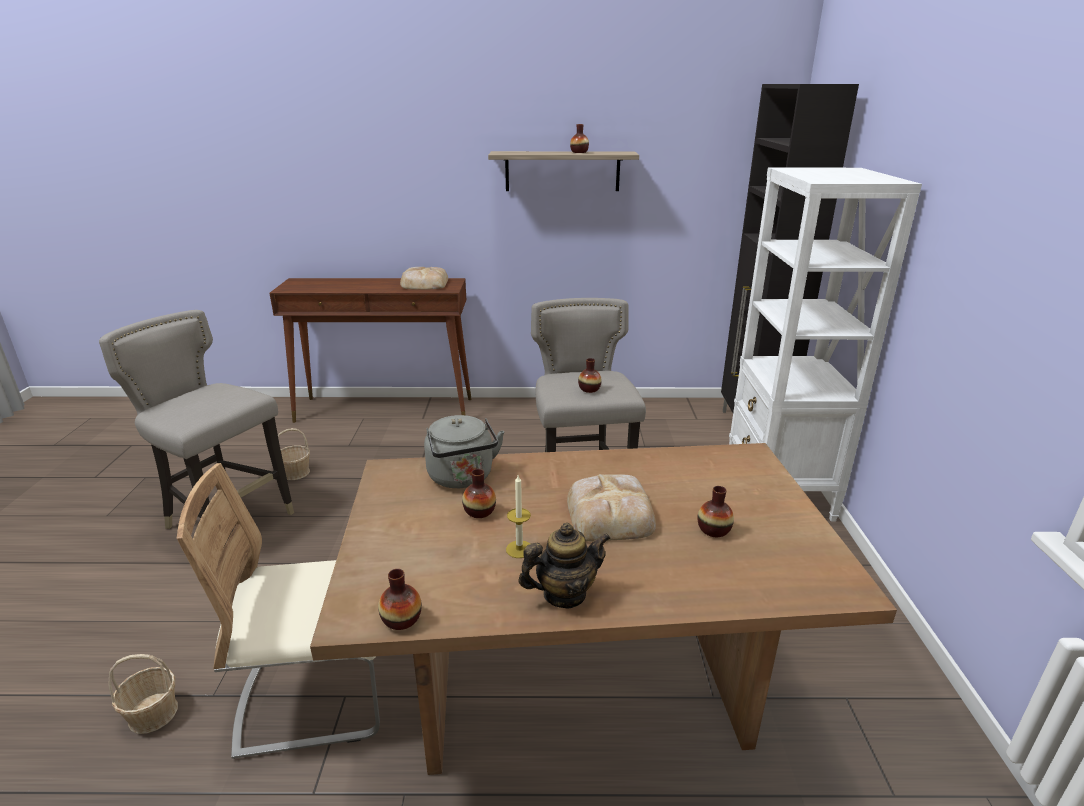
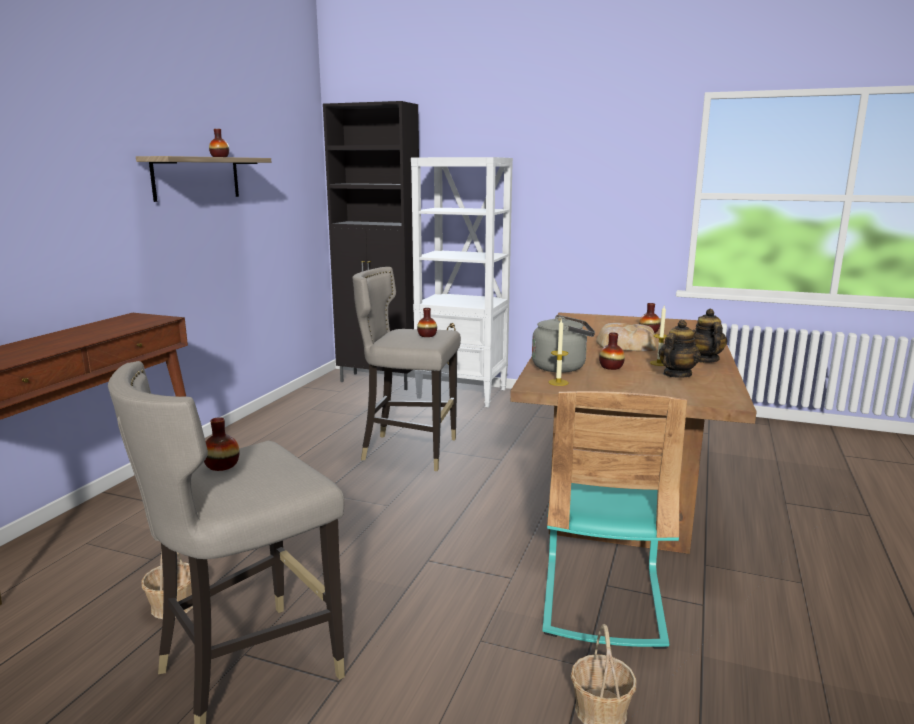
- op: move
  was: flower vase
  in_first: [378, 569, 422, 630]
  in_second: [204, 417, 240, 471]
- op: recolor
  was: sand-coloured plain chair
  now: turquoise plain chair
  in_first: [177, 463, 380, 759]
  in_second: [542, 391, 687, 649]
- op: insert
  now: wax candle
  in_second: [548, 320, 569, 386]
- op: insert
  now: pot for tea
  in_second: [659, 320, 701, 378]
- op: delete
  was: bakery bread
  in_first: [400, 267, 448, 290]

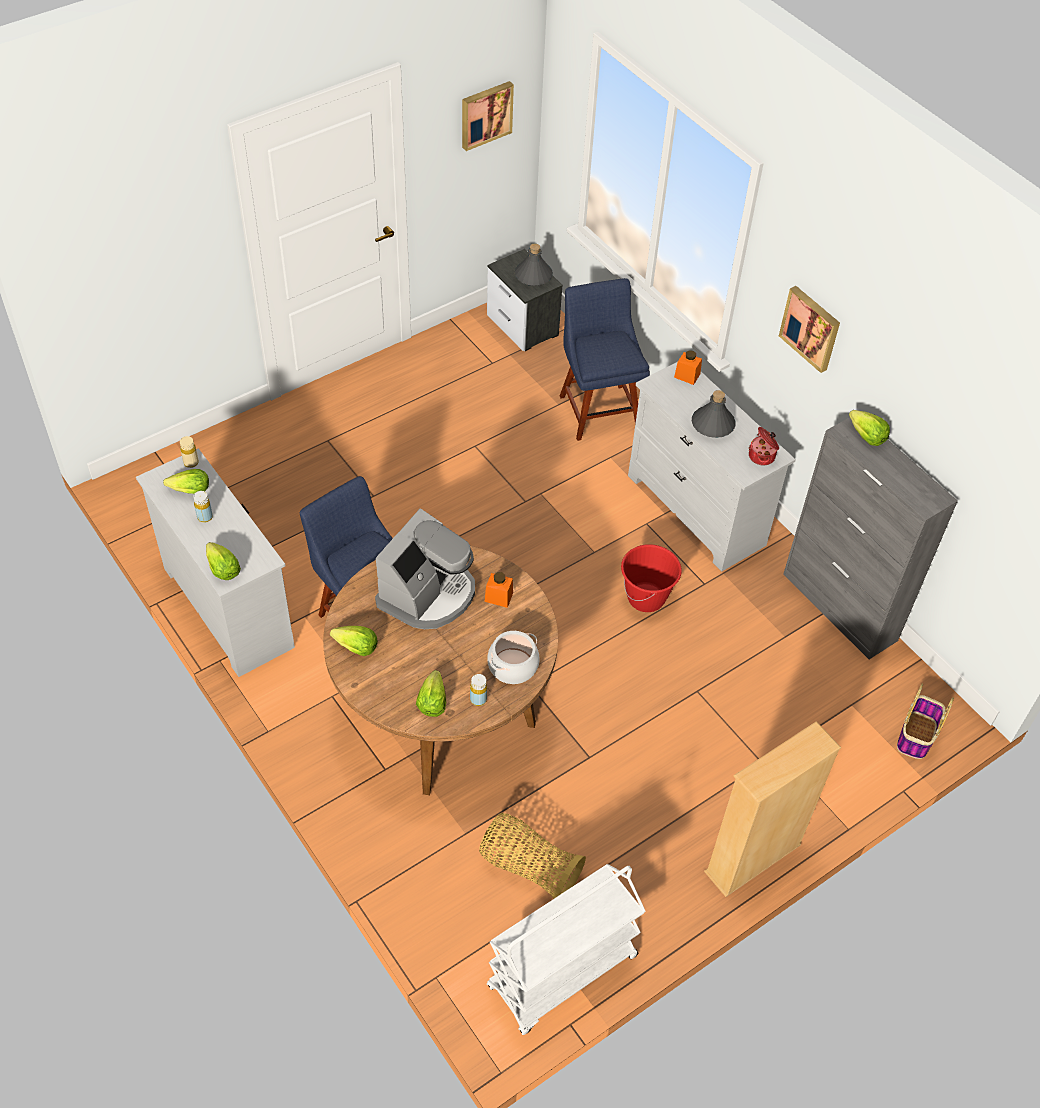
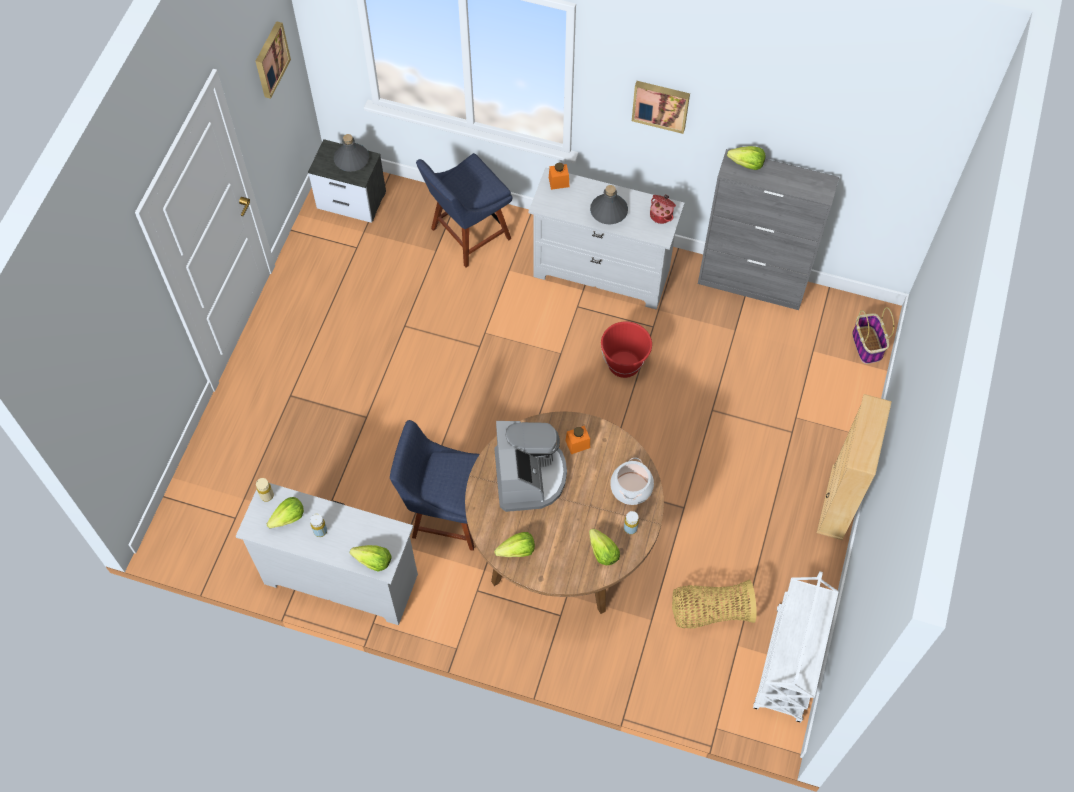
- op: rotate
  was: bluish plain chair
  in_first: [560, 278, 650, 441]
  in_second: [416, 153, 512, 267]
  clockwise: -75

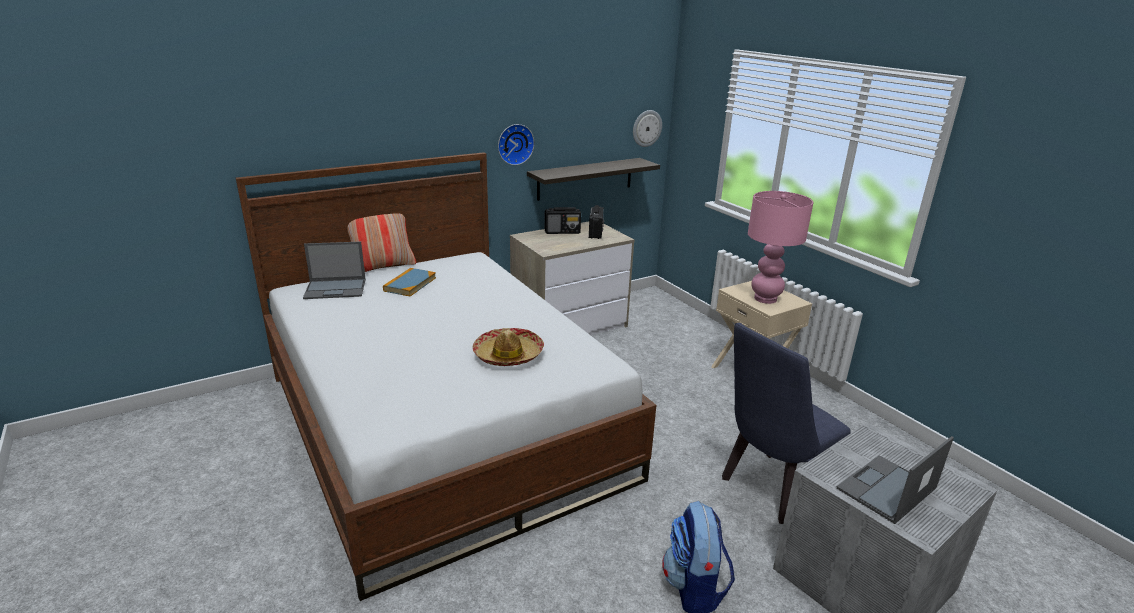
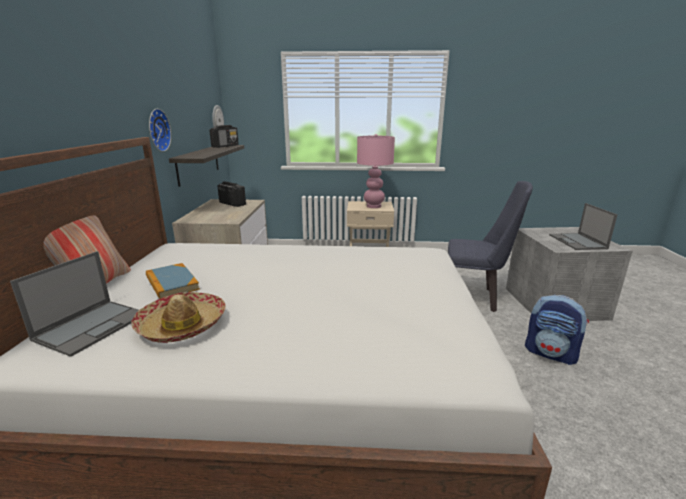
- op: move
  was: wearable hat
  in_first: [473, 328, 544, 366]
  in_second: [131, 292, 226, 343]
- op: move
  was: radio receiver
  in_first: [545, 207, 581, 234]
  in_second: [209, 125, 239, 148]
- op: rotate
  was: bluish plain chair
  in_first: [722, 323, 851, 524]
  in_second: [448, 181, 533, 312]
  clockwise: -75

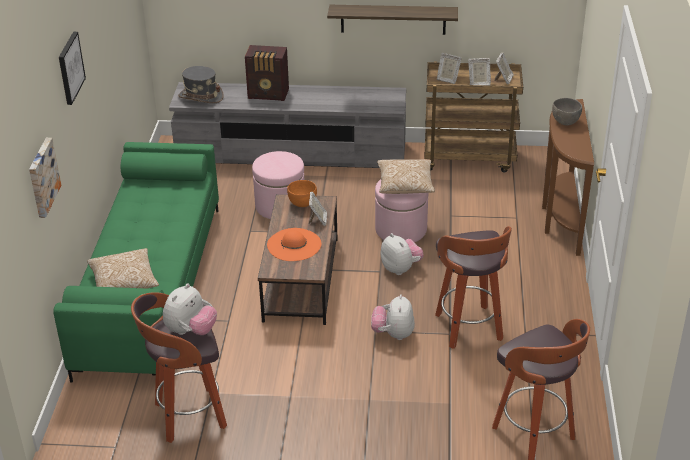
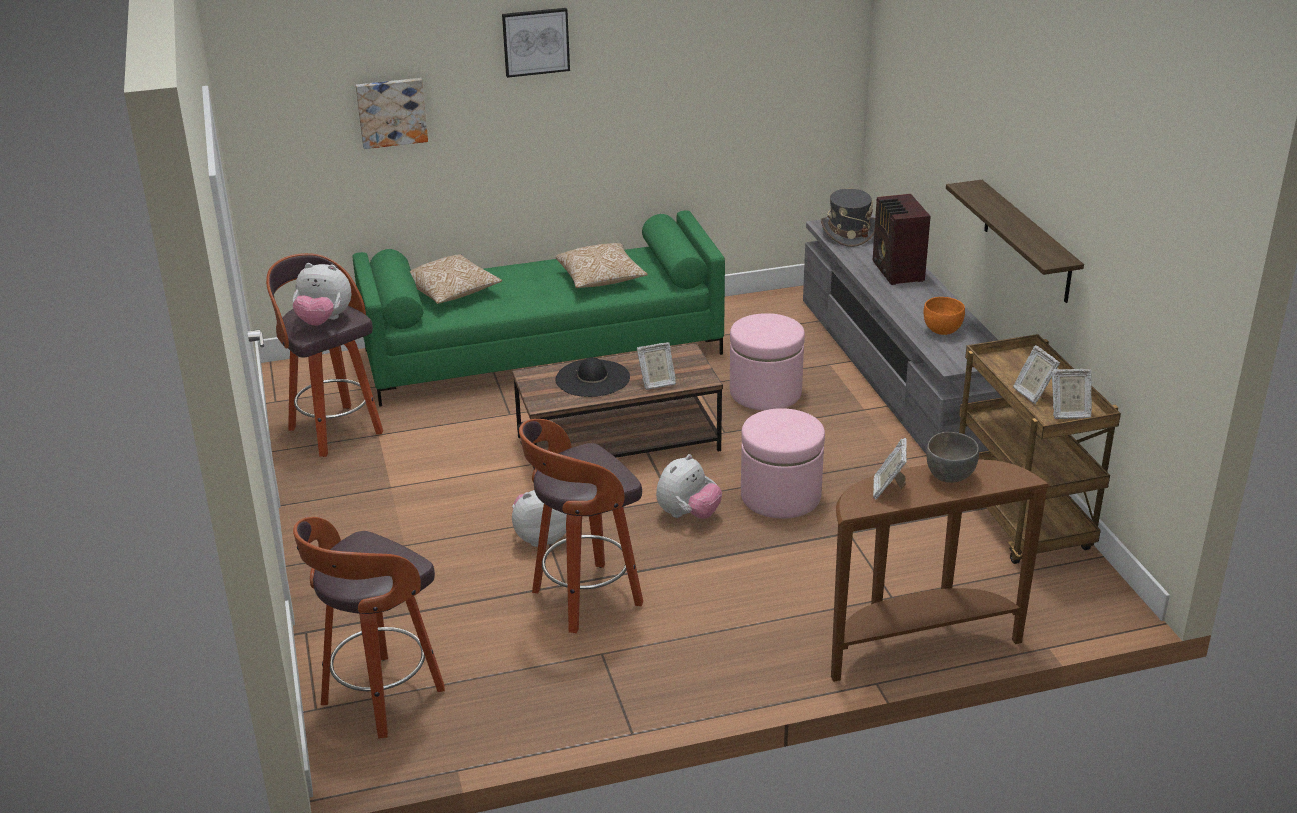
- op: move
  was: cushion
  in_first: [377, 159, 435, 194]
  in_second: [555, 243, 648, 288]
- op: recolor
  was: orange-coloured wearable hat
  now: black-coloured wearable hat
  in_first: [267, 228, 321, 261]
  in_second: [555, 357, 630, 397]
- op: move
  was: picture frame
  in_first: [437, 53, 462, 84]
  in_second: [873, 438, 907, 500]
- op: move
  was: orange-coloured serving bowl
  in_first: [287, 180, 317, 207]
  in_second: [923, 297, 965, 335]

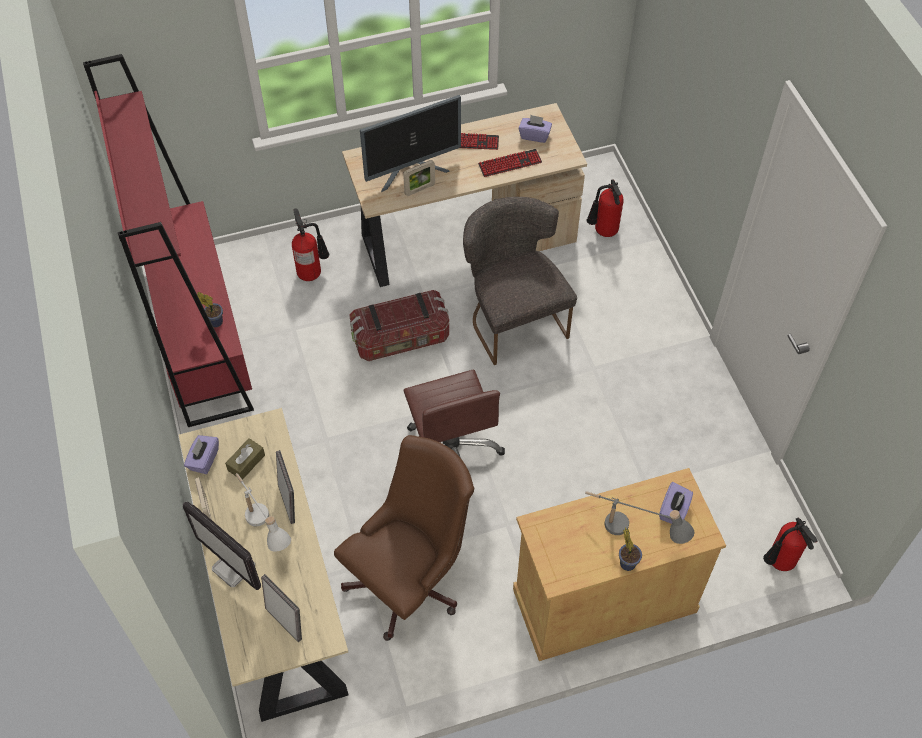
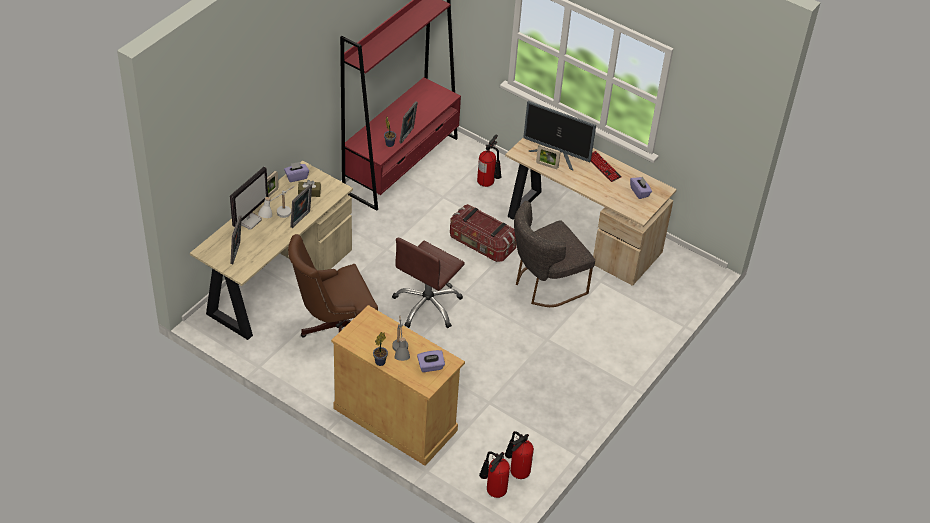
- op: rotate
  was: computer screen
  in_first: [183, 502, 261, 590]
  in_second: [230, 167, 268, 230]
  clockwise: -150
- op: rotate
  was: brown-coloured office chair
  in_first: [334, 435, 474, 641]
  in_second: [288, 234, 378, 338]
  clockwise: 150
- op: insert
  now: picture frame
  in_second: [399, 101, 418, 144]
- op: move
  was: fire extinguisher
  in_first: [587, 179, 624, 237]
  in_second: [505, 431, 534, 479]
- op: rotate
  was: grey plain chair
  in_first: [463, 197, 577, 365]
  in_second: [514, 201, 595, 307]
  clockwise: -150
- op: delete
  was: keyboard
  in_first: [478, 149, 542, 177]

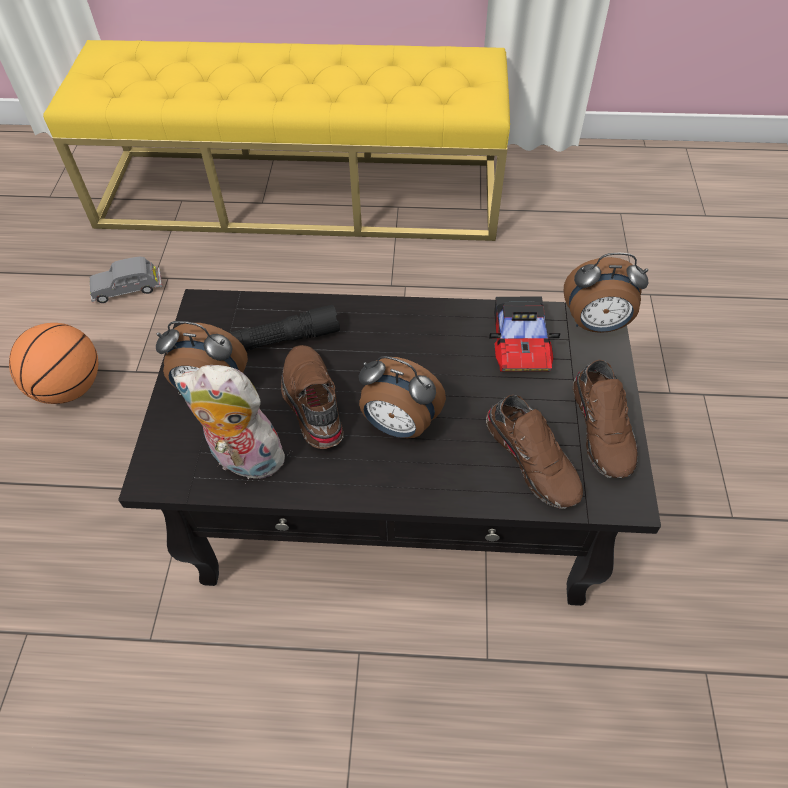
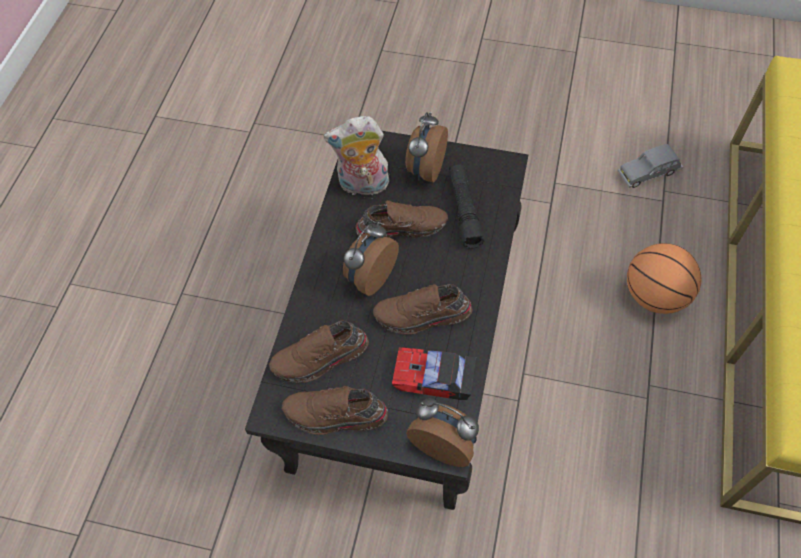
- op: rotate
  was: cuddly toy
  in_first: [173, 365, 293, 479]
  in_second: [324, 116, 391, 195]
  clockwise: -120
- op: insert
  now: brown-coloured item of footwear
  in_second: [373, 284, 473, 335]
- op: rotate
  was: alarm clock
  in_first: [564, 253, 648, 333]
  in_second: [406, 398, 479, 467]
  clockwise: 105
- op: rotate
  was: grey miniature car
  in_first: [90, 257, 162, 303]
  in_second: [618, 144, 683, 188]
  clockwise: -105
- op: move
  was: basketball ball
  in_first: [9, 323, 98, 404]
  in_second: [627, 243, 701, 314]

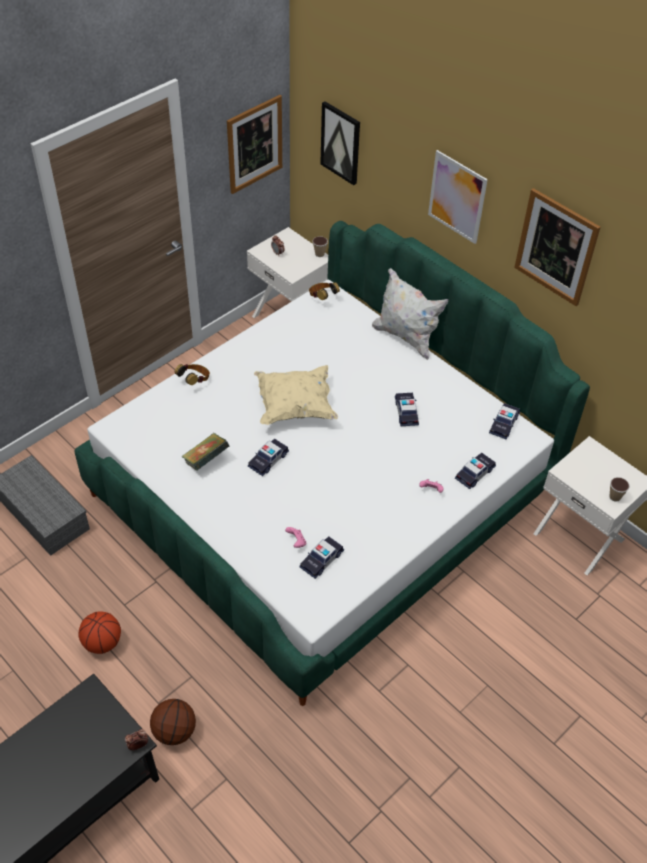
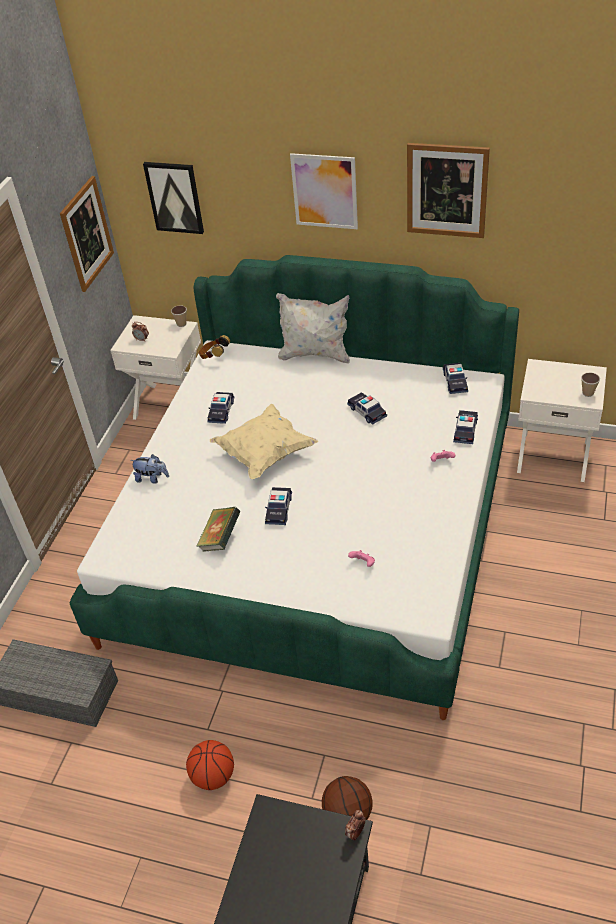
- op: replace
  was: pair of headphones
  now: cuddly toy
  in_first: [175, 364, 210, 385]
  in_second: [130, 454, 169, 484]
- op: move
  was: miniature car
  in_first: [299, 537, 344, 579]
  in_second: [207, 392, 235, 424]

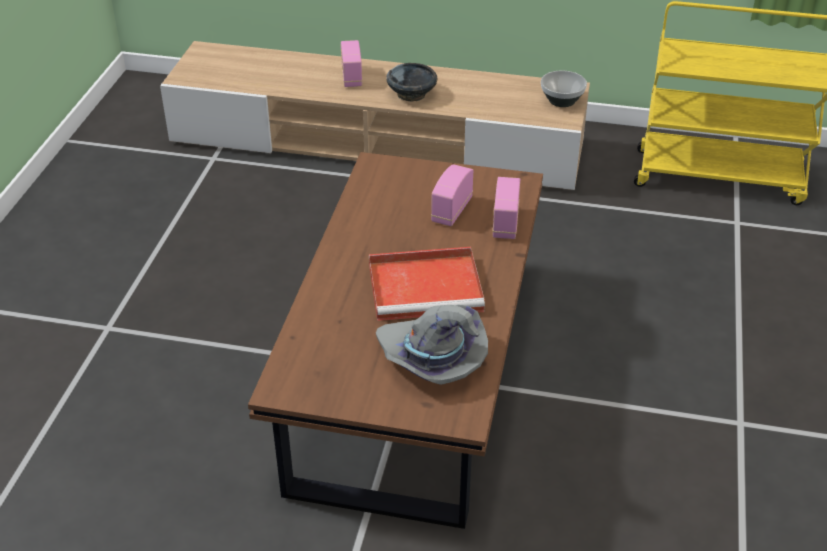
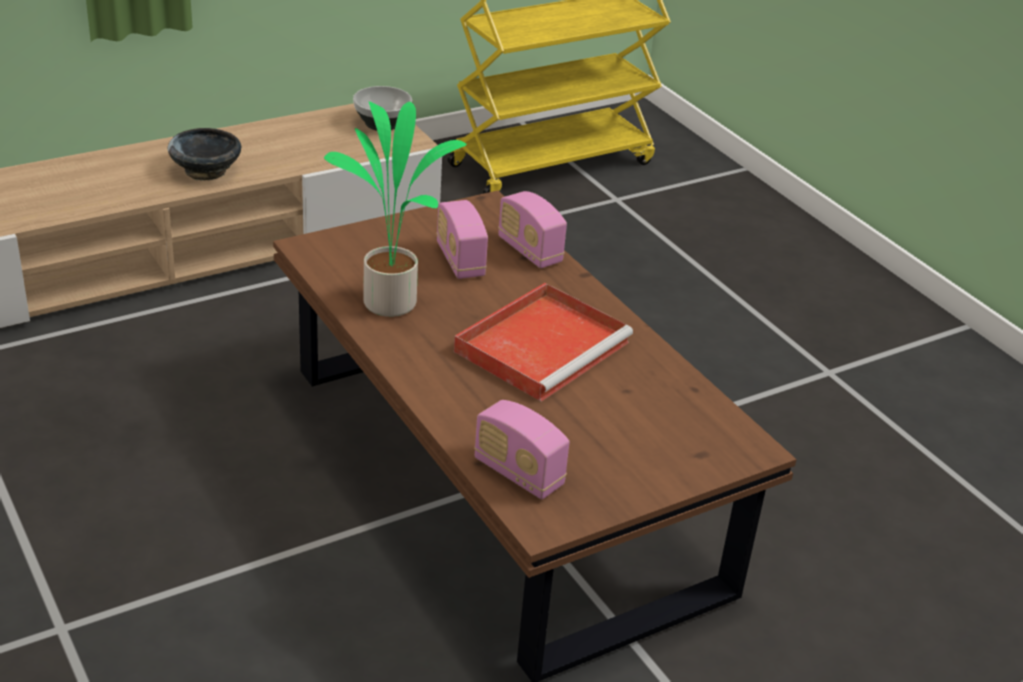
- op: insert
  now: potted plant
  in_second: [324, 101, 467, 317]
- op: move
  was: radio receiver
  in_first: [341, 40, 362, 87]
  in_second: [474, 400, 570, 499]
- op: delete
  was: grey wearable hat
  in_first: [376, 305, 488, 385]

